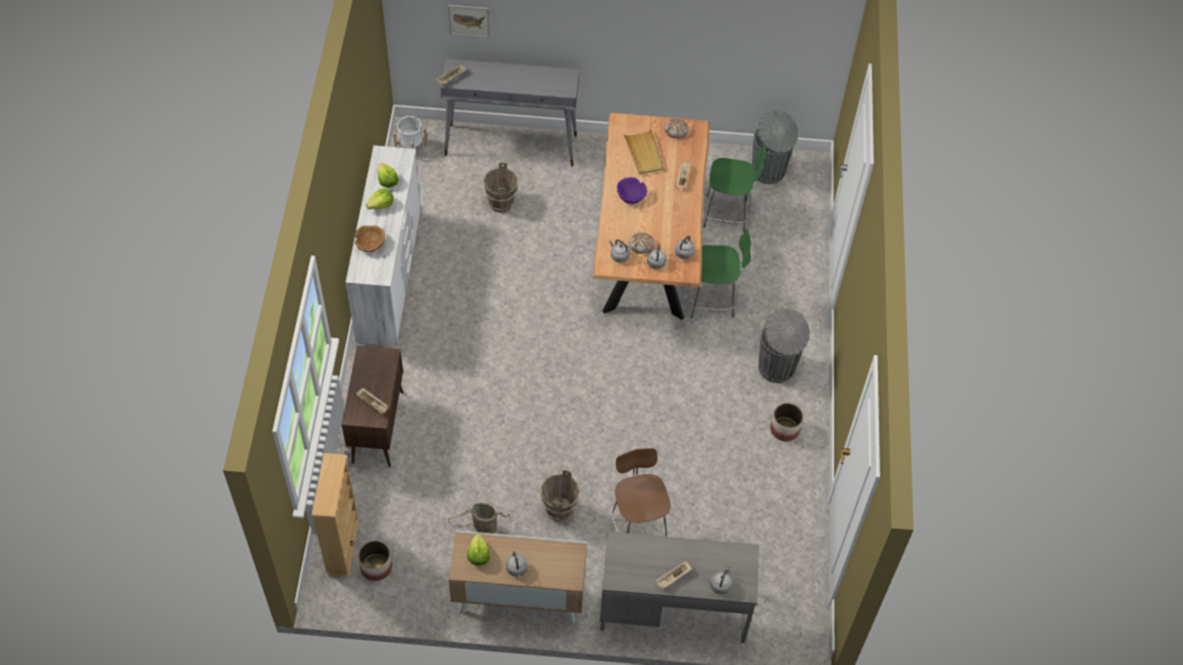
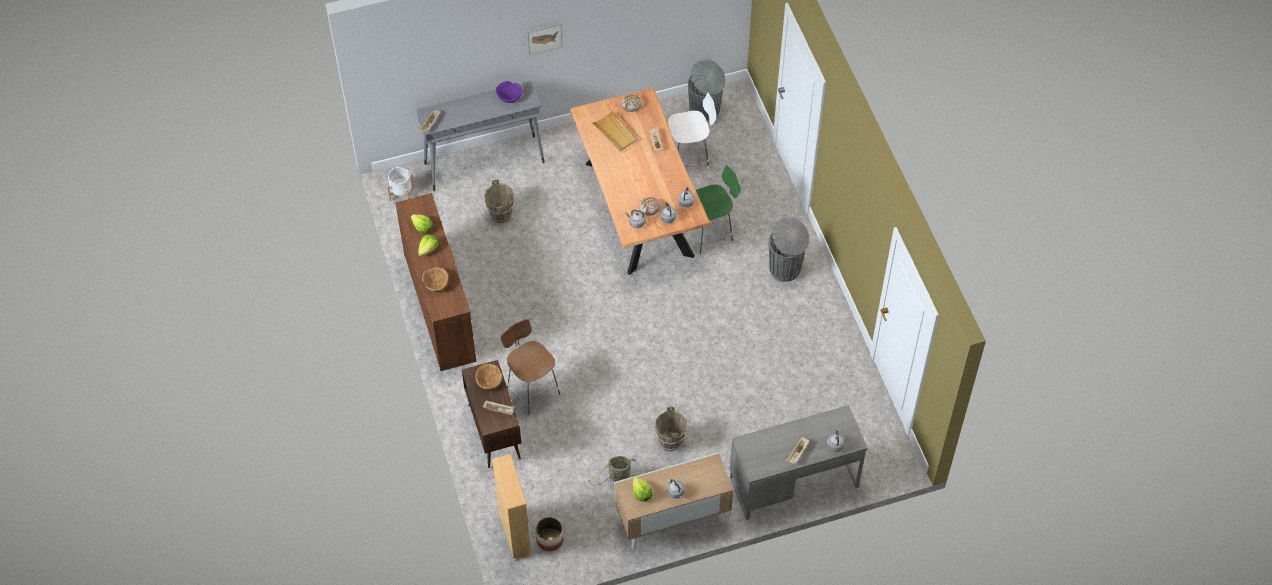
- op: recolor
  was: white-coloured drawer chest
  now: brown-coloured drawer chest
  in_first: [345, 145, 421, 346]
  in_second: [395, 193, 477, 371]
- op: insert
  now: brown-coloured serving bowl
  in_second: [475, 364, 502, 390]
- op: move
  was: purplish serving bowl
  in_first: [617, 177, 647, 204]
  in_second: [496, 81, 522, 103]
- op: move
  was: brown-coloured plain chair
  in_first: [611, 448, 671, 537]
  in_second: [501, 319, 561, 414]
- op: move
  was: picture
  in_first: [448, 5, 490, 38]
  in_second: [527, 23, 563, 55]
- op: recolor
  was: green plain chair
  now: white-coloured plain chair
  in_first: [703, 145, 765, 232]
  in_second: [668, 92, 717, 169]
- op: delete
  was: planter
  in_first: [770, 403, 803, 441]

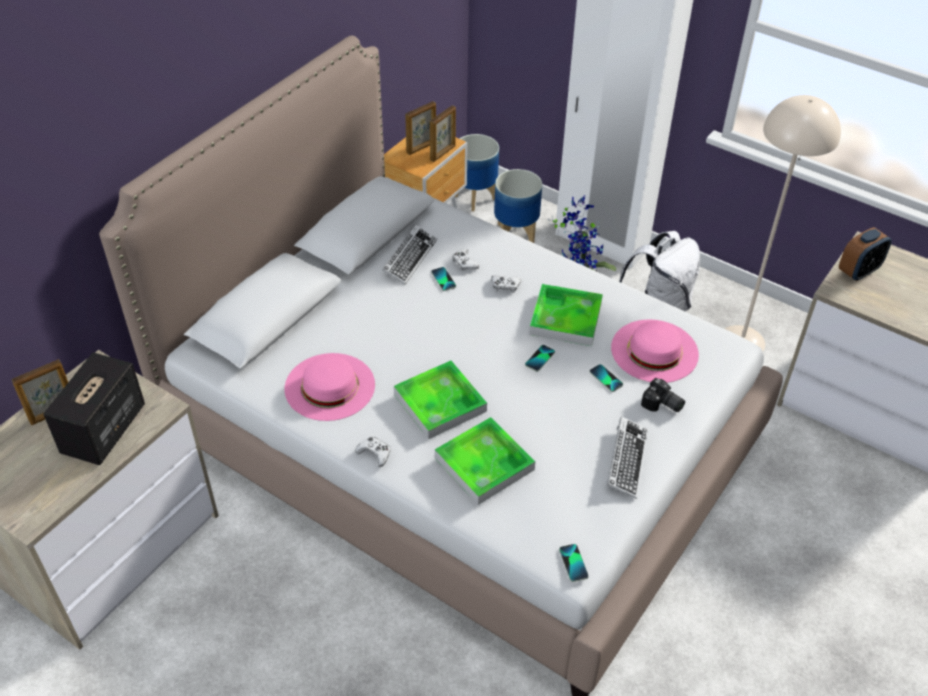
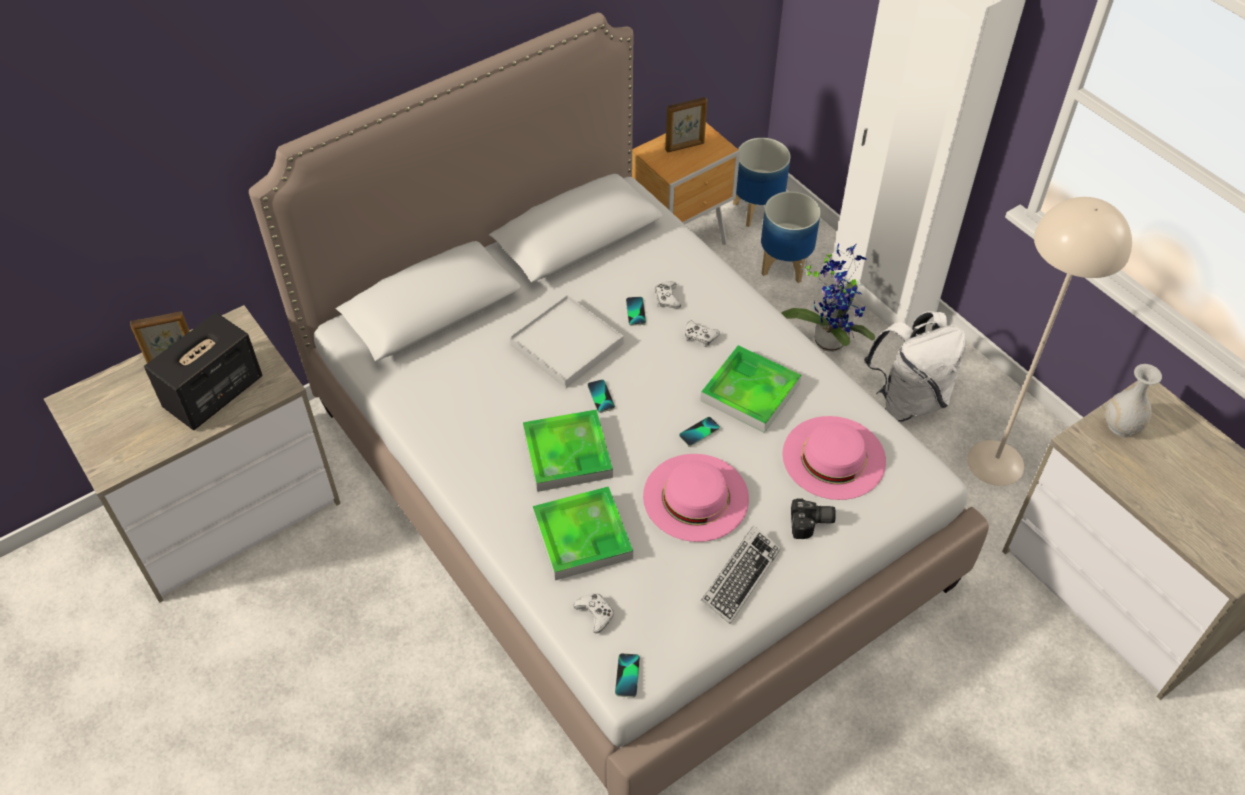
- op: insert
  now: white-coloured tray
  in_second: [509, 295, 624, 388]
- op: move
  was: white-coloured joypad
  in_first: [355, 437, 391, 467]
  in_second: [574, 593, 614, 633]
- op: move
  was: telephone
  in_first: [589, 364, 623, 392]
  in_second: [587, 379, 615, 413]
- op: move
  was: pinkish wearable hat
  in_first: [285, 353, 375, 421]
  in_second: [643, 454, 749, 542]
- op: rotate
  was: photo camera
  in_first: [641, 378, 685, 412]
  in_second: [791, 499, 836, 539]
  clockwise: -60
- op: replace
  was: alarm clock
  now: white-coloured flower vase
  in_first: [839, 227, 892, 281]
  in_second: [1105, 364, 1162, 437]
- op: delete
  was: keyboard
  in_first: [382, 224, 437, 285]
- op: delete
  was: picture frame
  in_first: [430, 105, 456, 162]

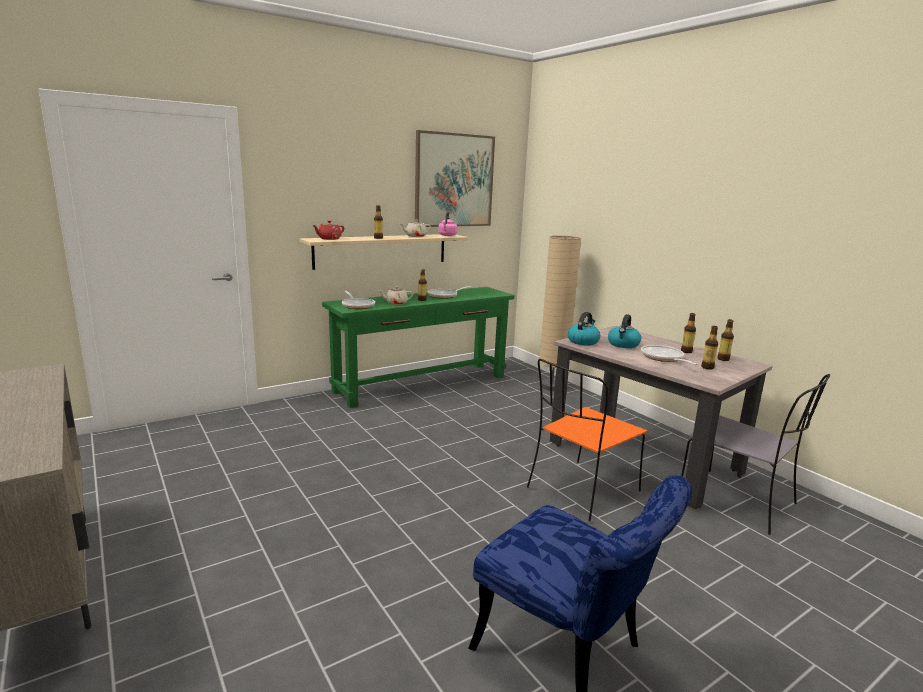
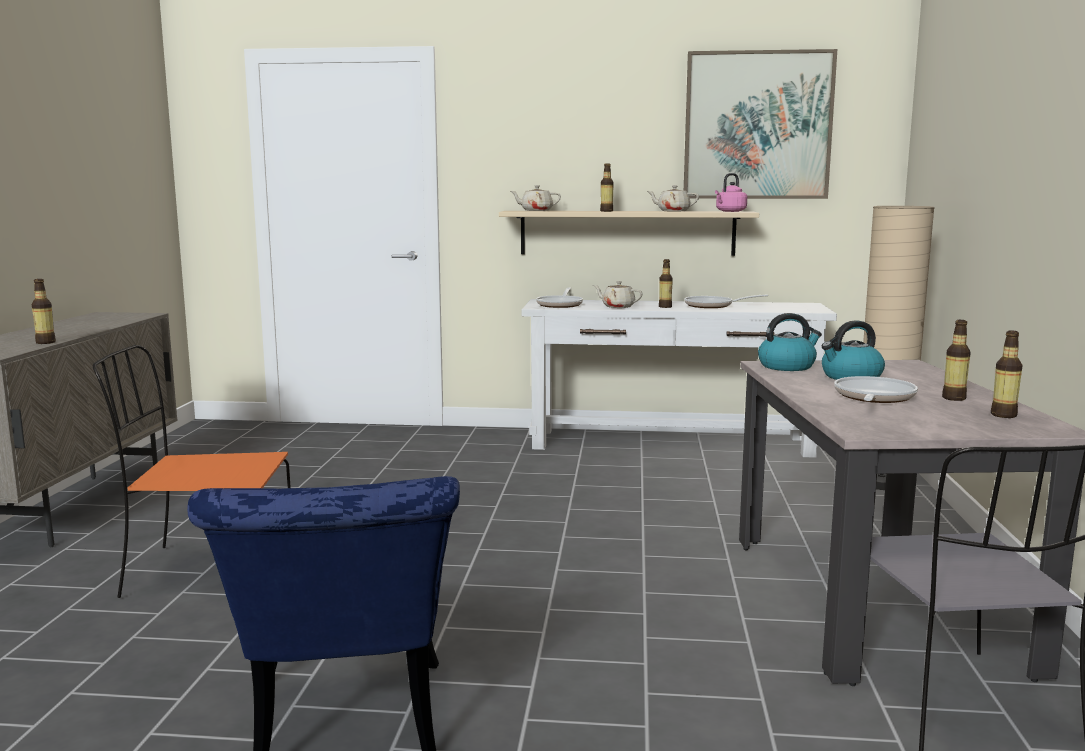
- op: move
  was: bottle
  in_first: [701, 326, 718, 370]
  in_second: [32, 279, 56, 344]
- op: move
  was: orange-coloured plain chair
  in_first: [527, 359, 647, 521]
  in_second: [93, 345, 291, 598]
- op: recolor
  was: red pot for tea
  now: sand-coloured pot for tea
  in_first: [312, 221, 344, 240]
  in_second: [511, 185, 561, 211]
- op: recolor
  was: green console table
  now: white-coloured console table
  in_first: [322, 287, 515, 408]
  in_second: [521, 299, 837, 458]

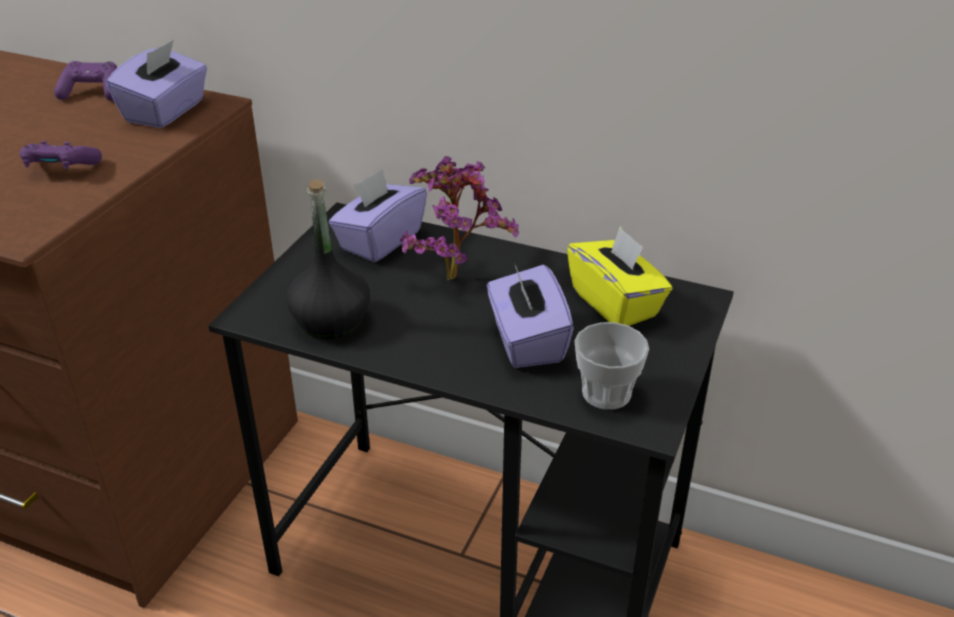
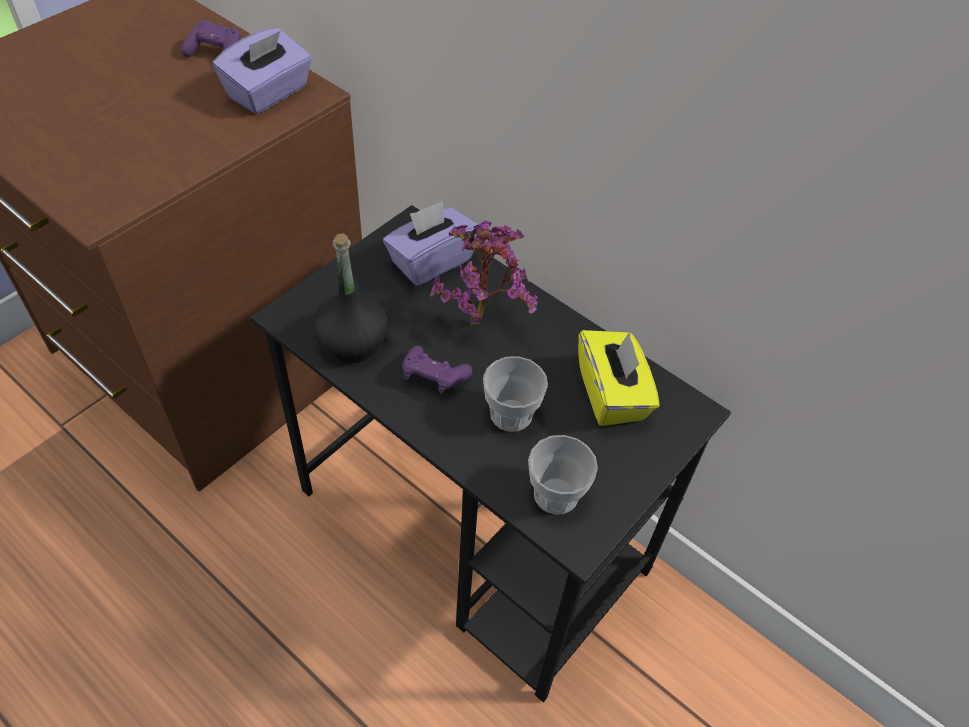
- op: move
  was: purplish joypad
  in_first: [20, 141, 102, 169]
  in_second: [403, 346, 472, 394]
- op: replace
  was: purplish tissue holder
  now: small cup
  in_first: [487, 265, 574, 368]
  in_second: [483, 356, 548, 432]

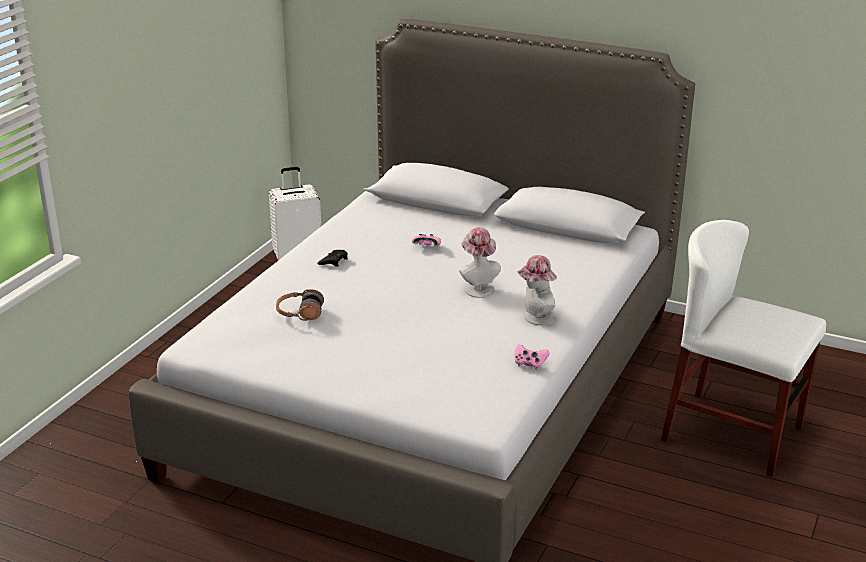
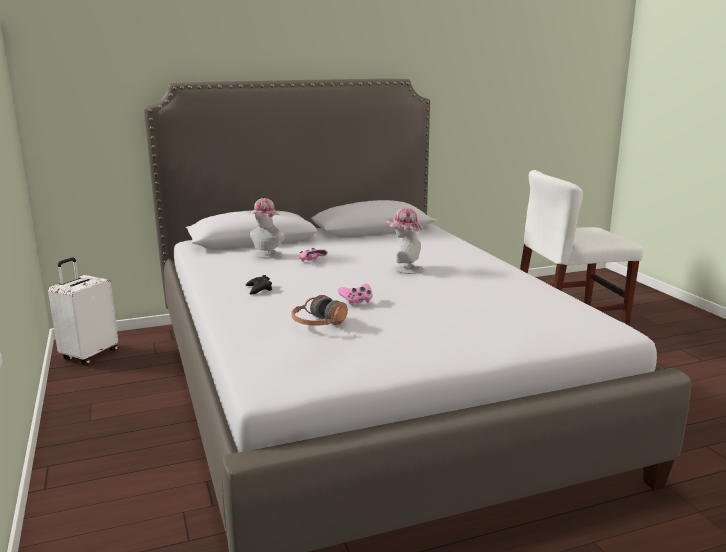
- op: move
  was: wearable hat
  in_first: [516, 255, 557, 325]
  in_second: [249, 198, 285, 259]
- op: move
  was: pinkish joypad
  in_first: [515, 344, 550, 370]
  in_second: [338, 283, 372, 306]

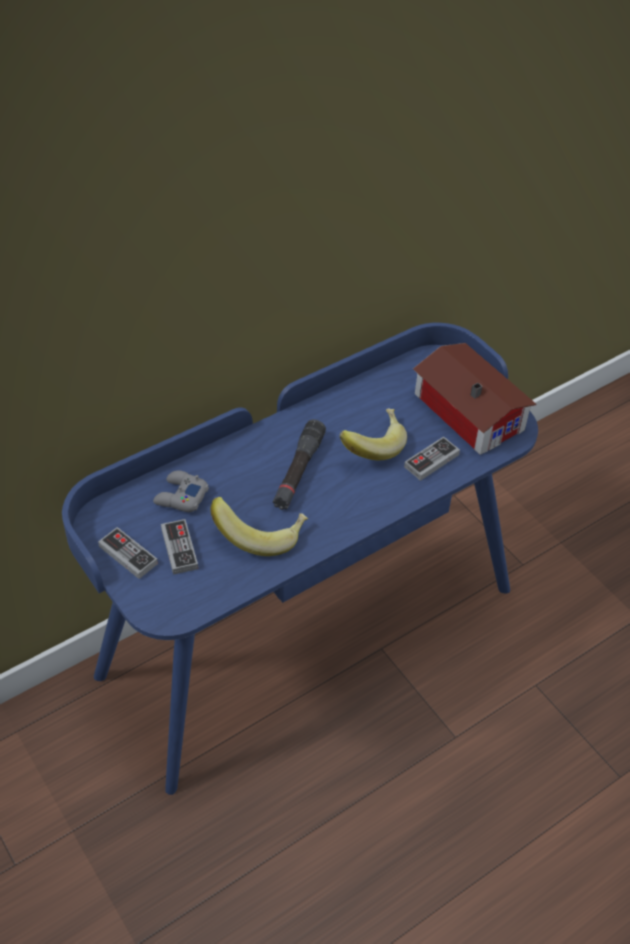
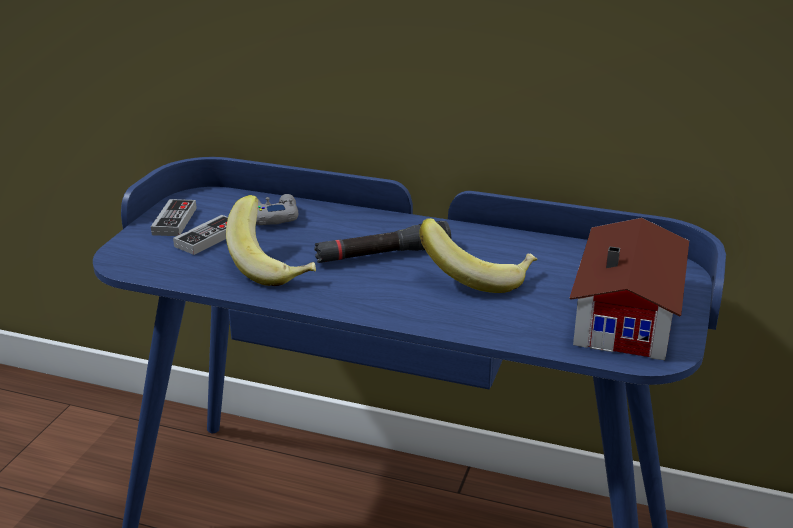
- op: delete
  was: joypad
  in_first: [404, 436, 460, 481]

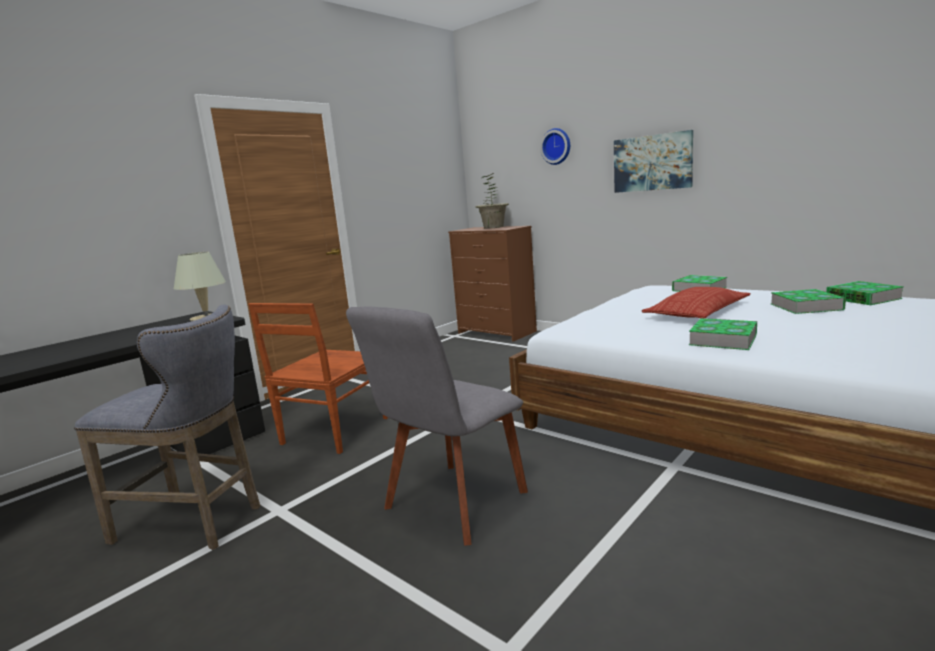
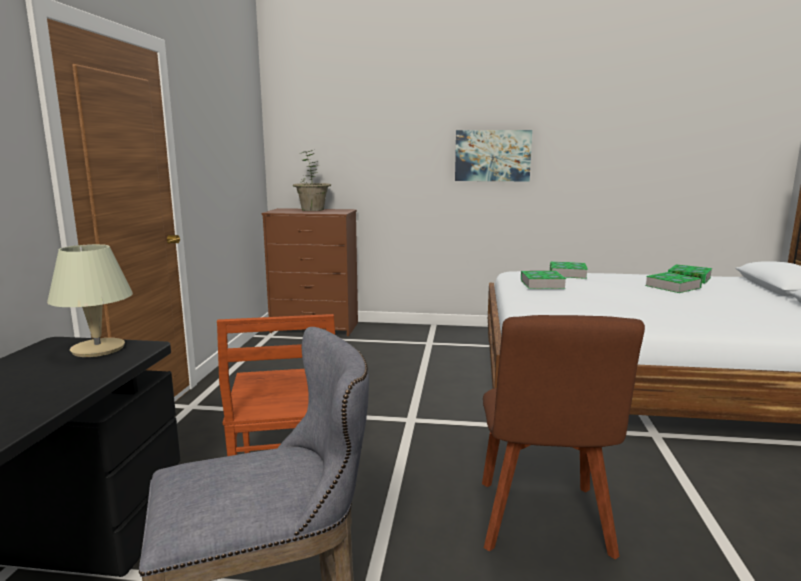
- op: recolor
  was: grey plain chair
  now: brown-coloured plain chair
  in_first: [346, 306, 528, 546]
  in_second: [482, 315, 645, 559]
- op: move
  was: bound book
  in_first: [689, 318, 757, 350]
  in_second: [521, 271, 566, 289]
- op: delete
  was: wall clock
  in_first: [540, 128, 570, 165]
- op: delete
  was: cushion
  in_first: [642, 287, 751, 318]

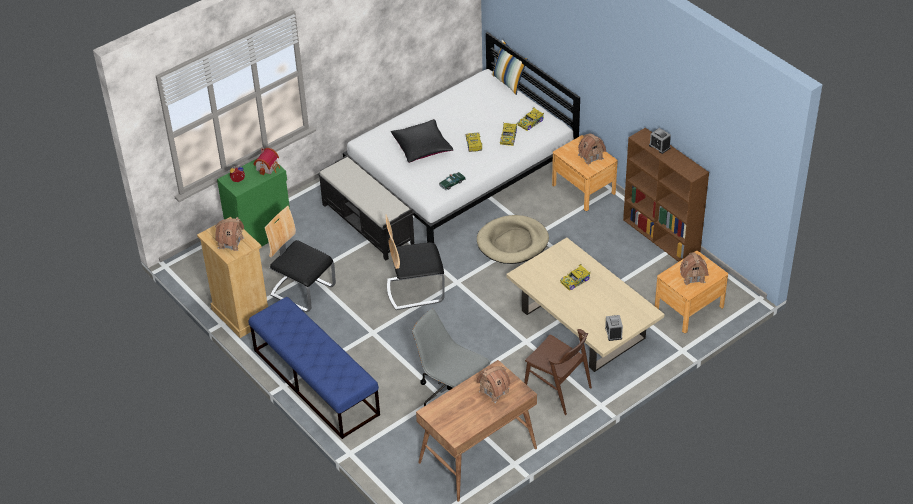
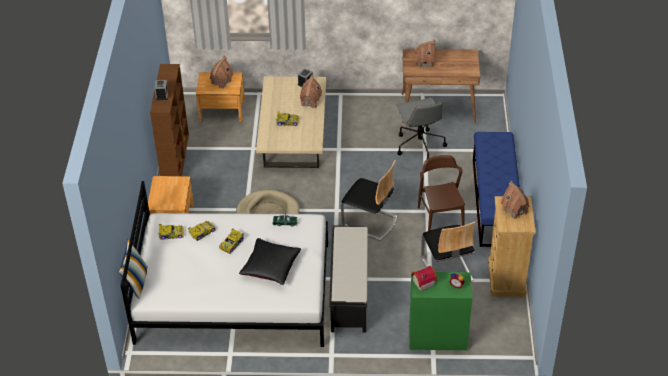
- op: move
  was: model house
  in_first: [578, 133, 606, 165]
  in_second: [300, 75, 322, 108]
- op: move
  was: brown-coloured plain chair
  in_first: [524, 329, 592, 415]
  in_second: [418, 155, 465, 231]

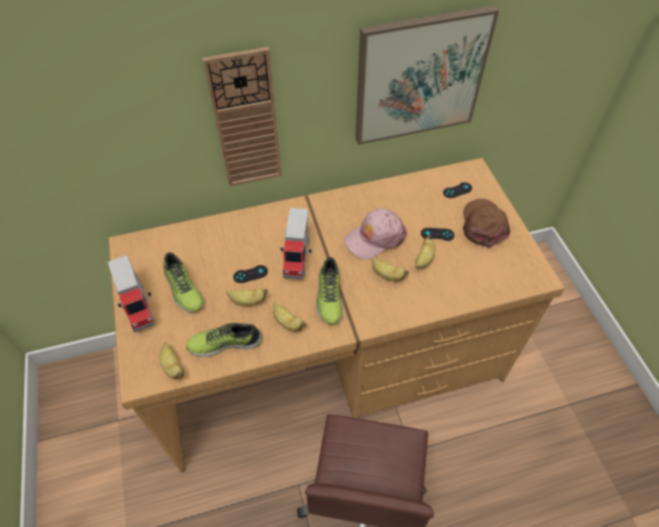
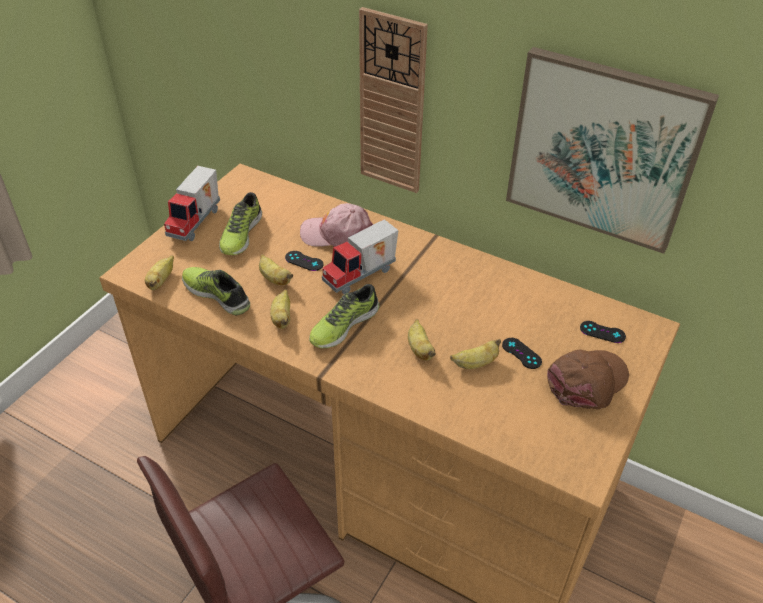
- op: move
  was: pinkish cap
  in_first: [344, 208, 407, 260]
  in_second: [300, 203, 373, 247]

